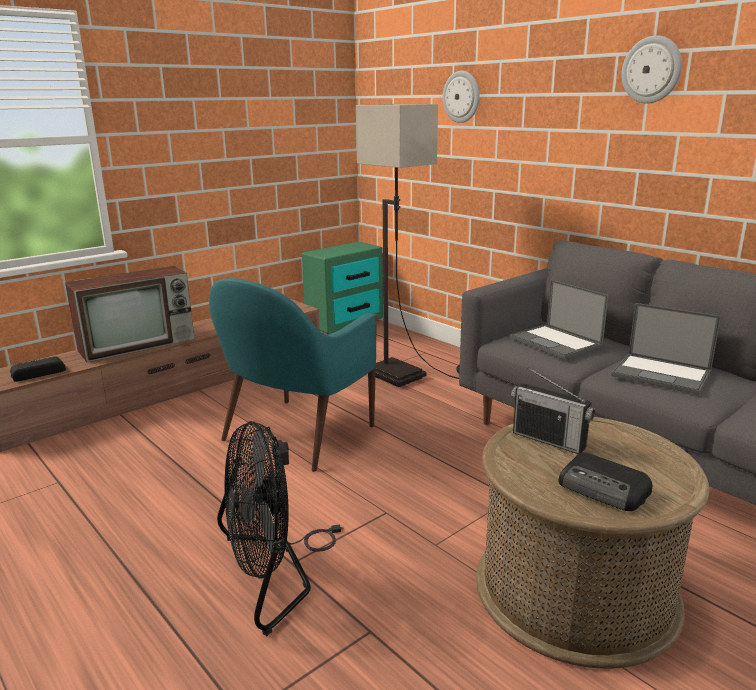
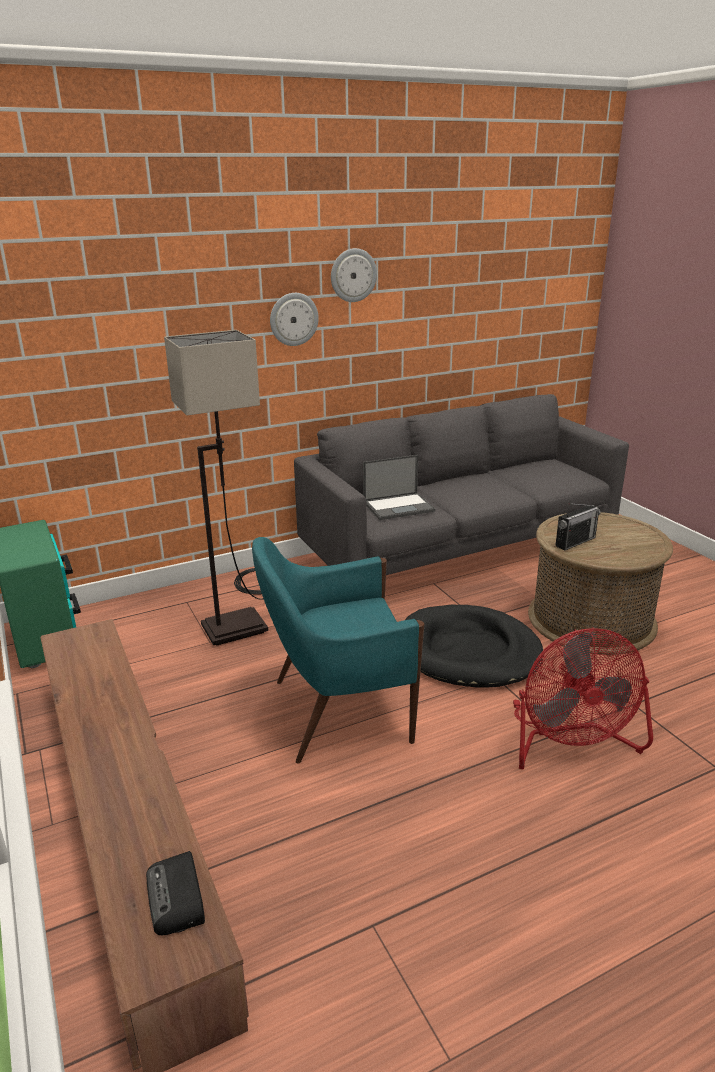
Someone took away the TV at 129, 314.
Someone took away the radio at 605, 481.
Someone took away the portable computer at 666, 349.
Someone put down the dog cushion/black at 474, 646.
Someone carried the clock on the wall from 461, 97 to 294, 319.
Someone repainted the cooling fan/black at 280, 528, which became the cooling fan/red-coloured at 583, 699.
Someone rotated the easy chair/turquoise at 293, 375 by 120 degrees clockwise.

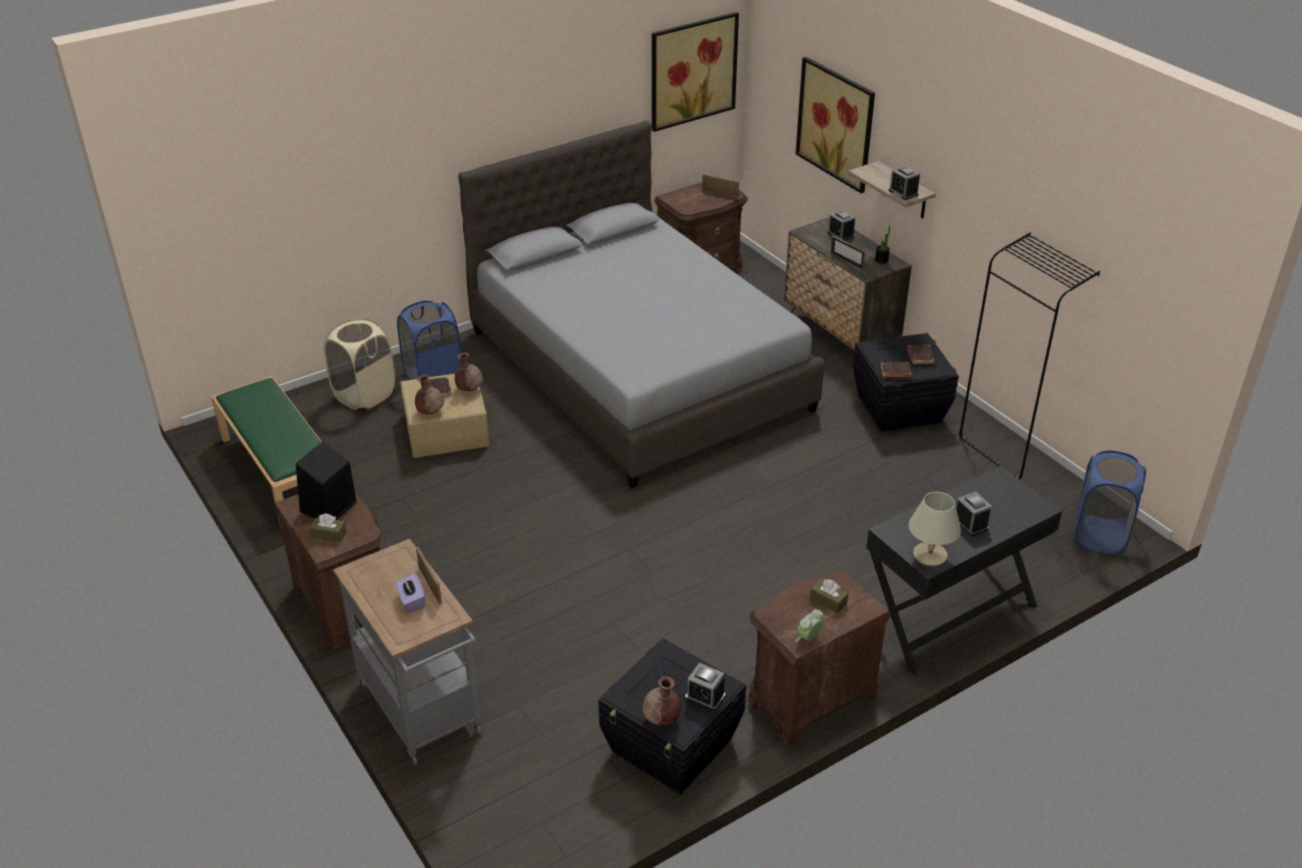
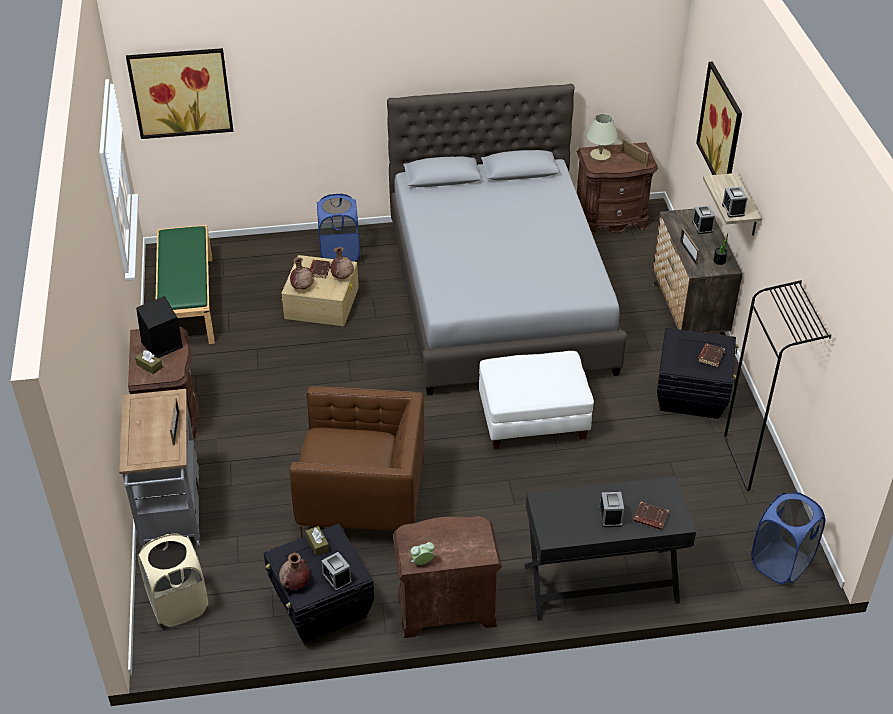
Someone took away the box of tissues/purple at 410, 592.
Someone put down the easy chair/brown at 356, 462.
Someone put down the pouffe/white at 536, 400.
Someone carried the washing basket/beige-coloured from 359, 364 to 172, 580.
Someone carried the picture from 695, 72 to 179, 93.
Someone carried the box of tissues/brown from 829, 596 to 317, 541.
Someone carried the book/brown from 896, 370 to 651, 516.
Someone carried the table lamp/beige-coloured from 935, 529 to 602, 137.

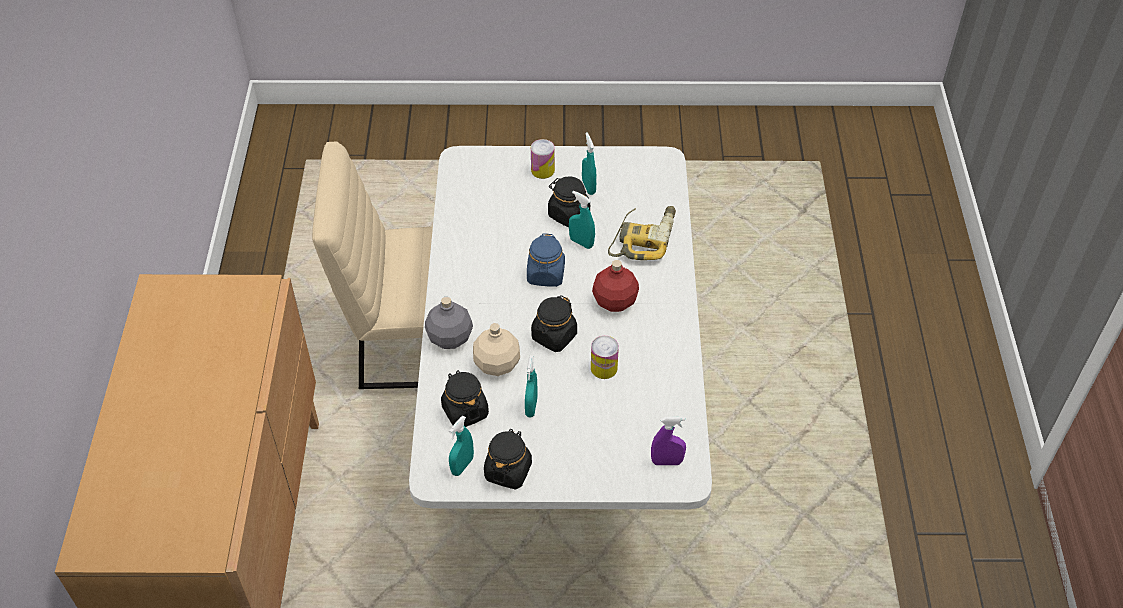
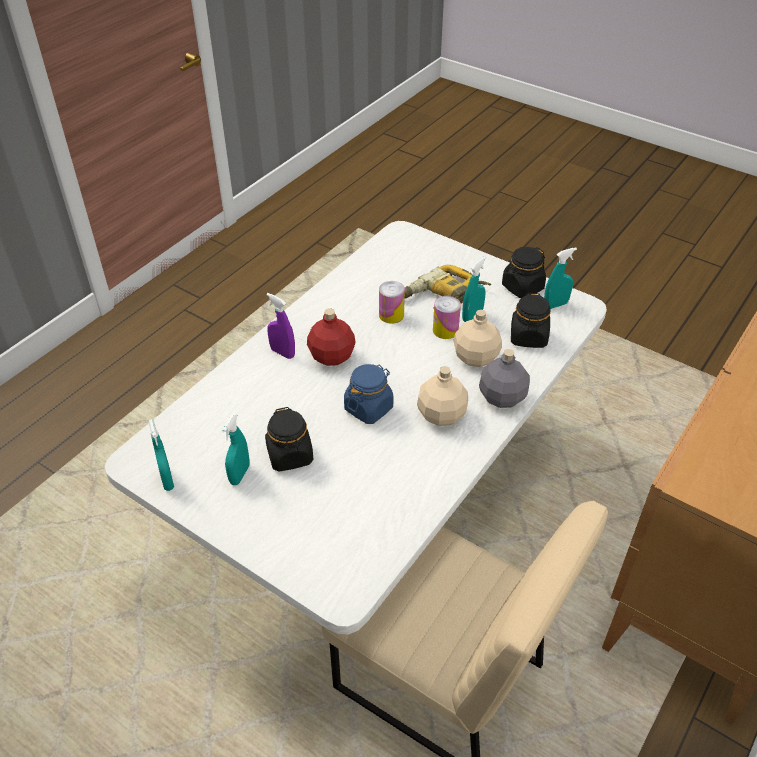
Someone took away the storage jar/black at 554, 323.
Someone put down the drink bottle/beige-coloured at 442, 396.
Someone carried the can from 543, 159 to 447, 317.
Someone carried the sprayer/turquoise from 582, 220 to 161, 455.
Someone carried the drill from 642, 233 to 448, 287.
Someone carried the sprayer/purple from 668, 441 to 280, 326.

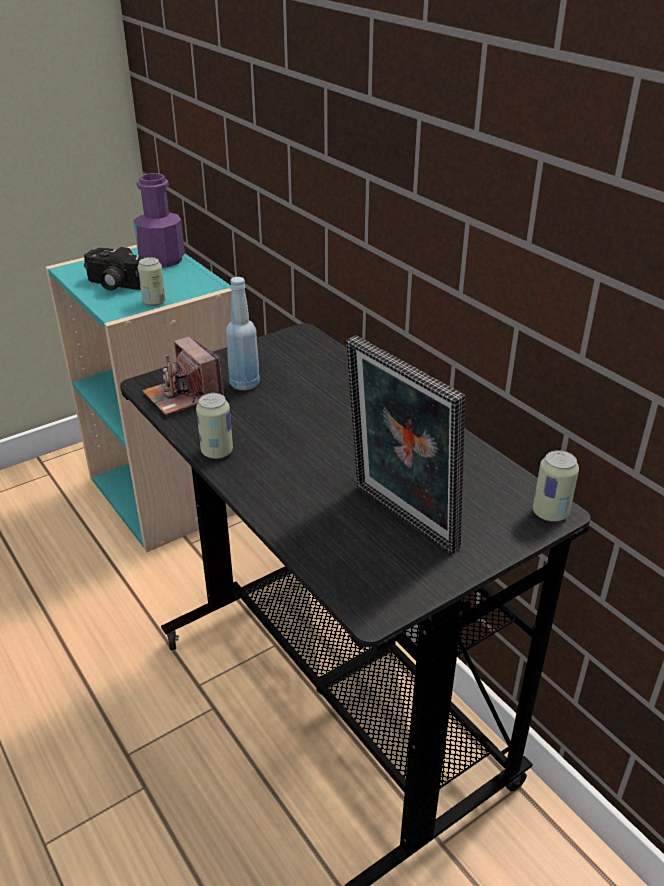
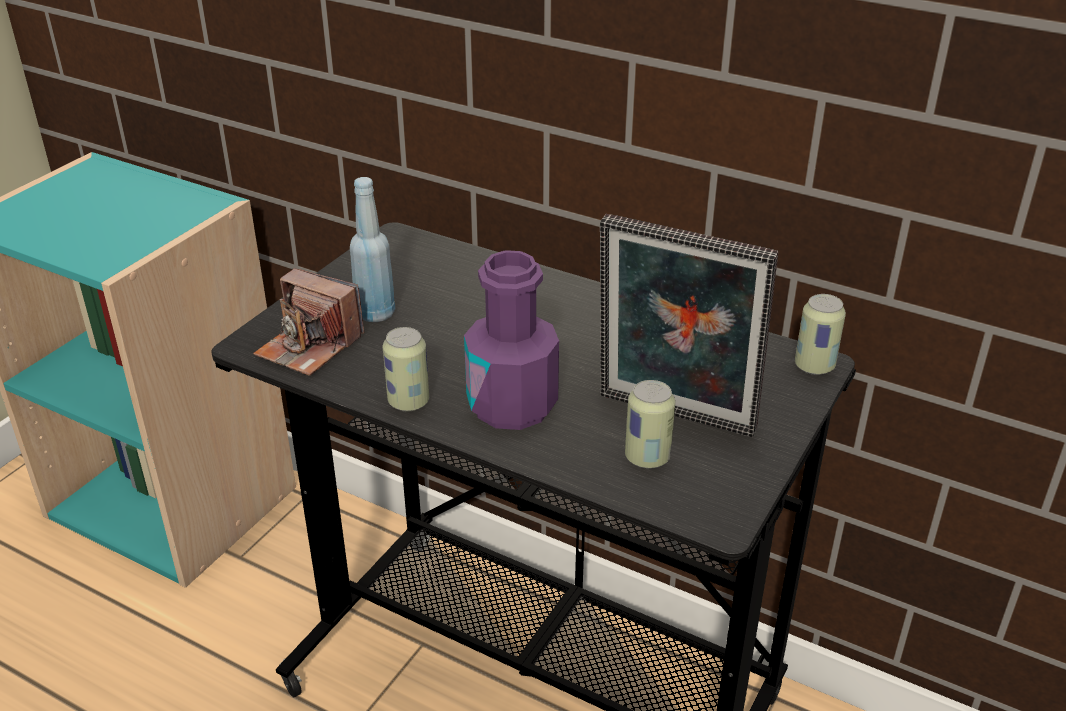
Someone took away the photo camera at 114, 269.
Someone carried the drink bottle/purple from 159, 220 to 511, 340.
Someone carried the can from 152, 281 to 650, 424.

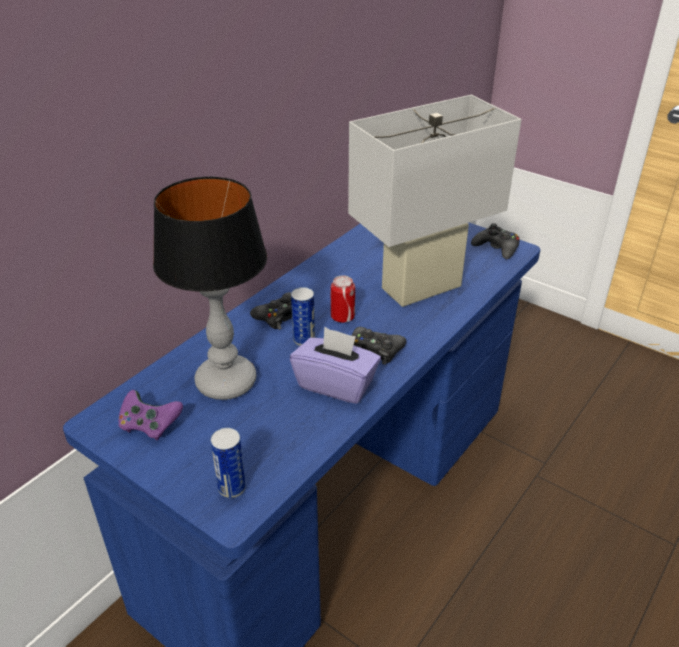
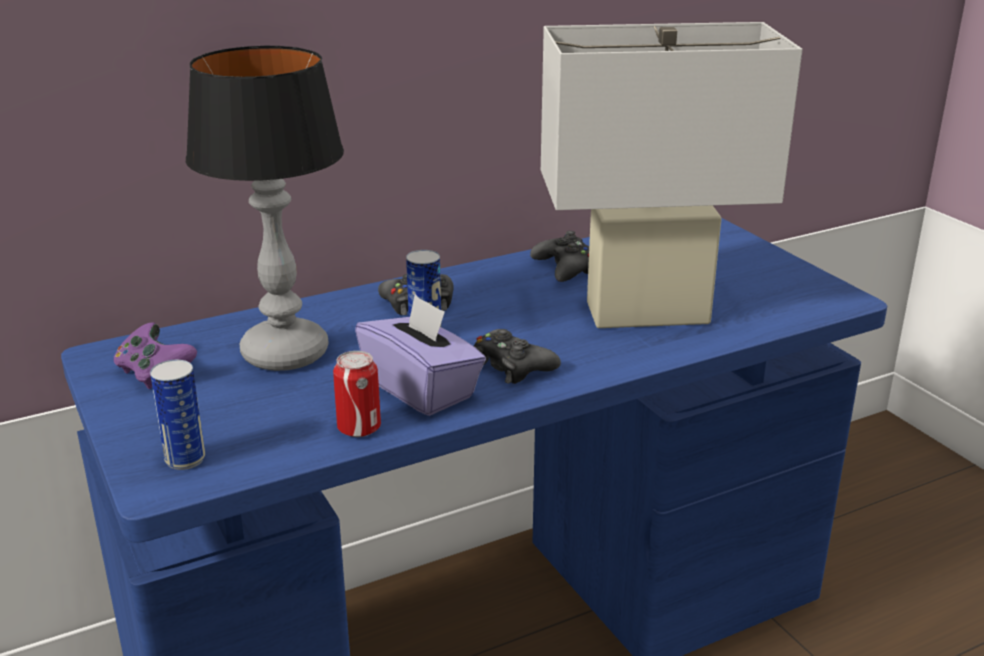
Someone carried the can from 343, 299 to 357, 394.
Someone carried the game controller/black from 495, 241 to 559, 256.

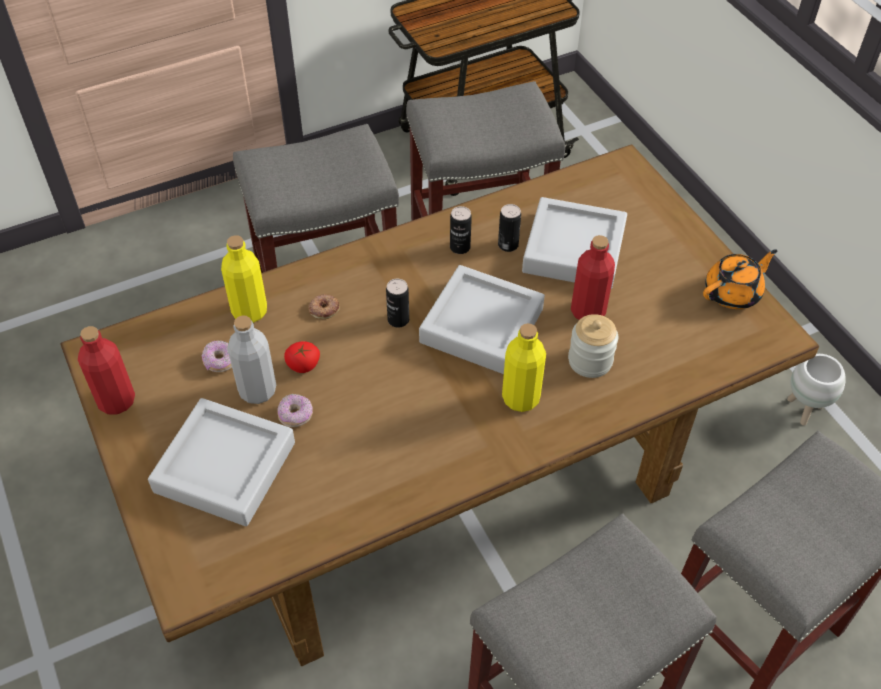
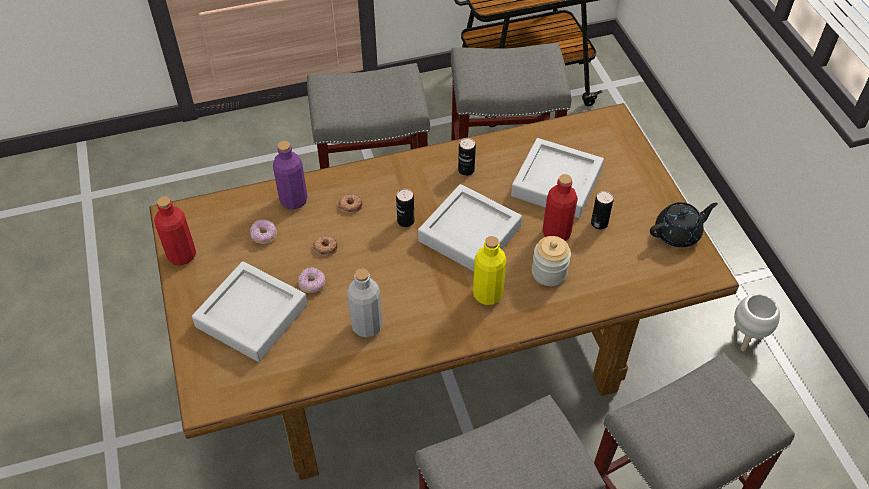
Someone carried the drink bottle/gray from 251, 359 to 365, 303.
Someone carried the can from 509, 228 to 602, 210.
Someone swapped the fresh tomato at 302, 357 for the doughnut at 325, 245.
Someone repainted the drink bottle/yellow-coloured at 244, 279, which became the drink bottle/purple at 290, 175.
Someone repainted the pot for tea/orange-coloured at 740, 279, which became the pot for tea/black at 684, 224.

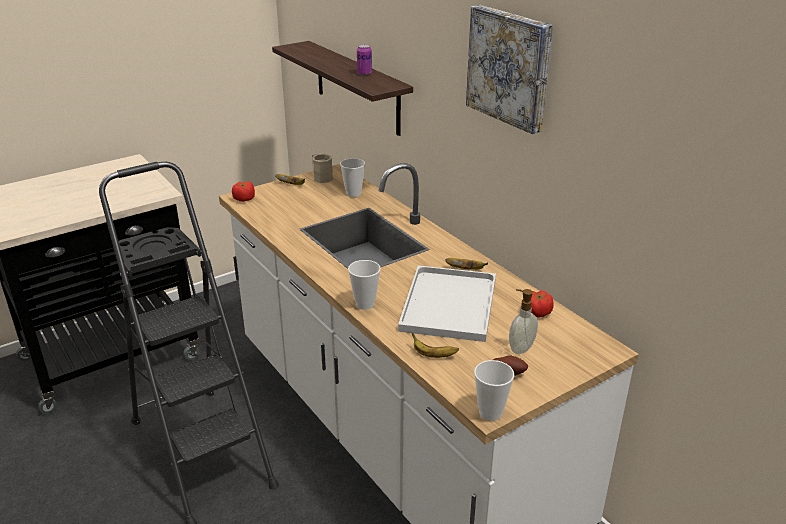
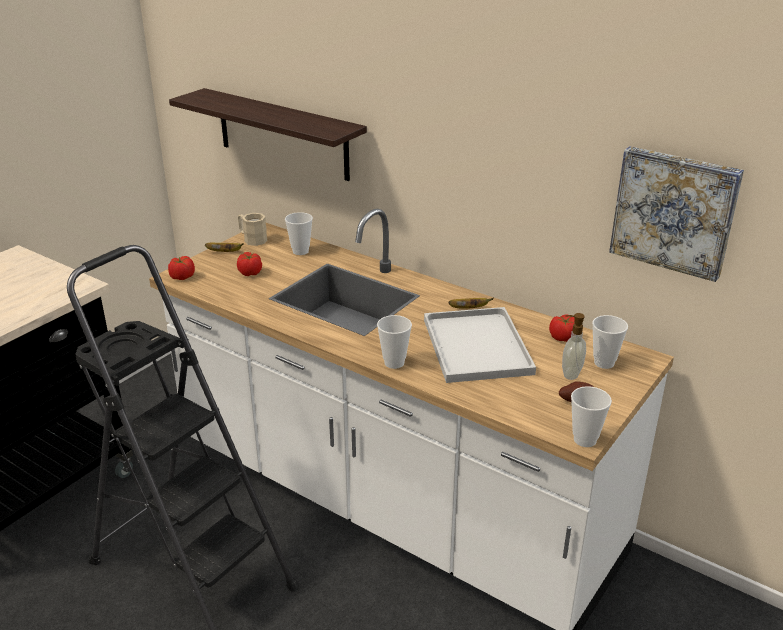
Someone took away the can at 364, 60.
Someone took away the whole banana at 435, 345.
Someone put down the fresh tomato at 249, 264.
Someone put down the cup at 610, 342.
Someone carried the picture from 509, 69 to 676, 214.

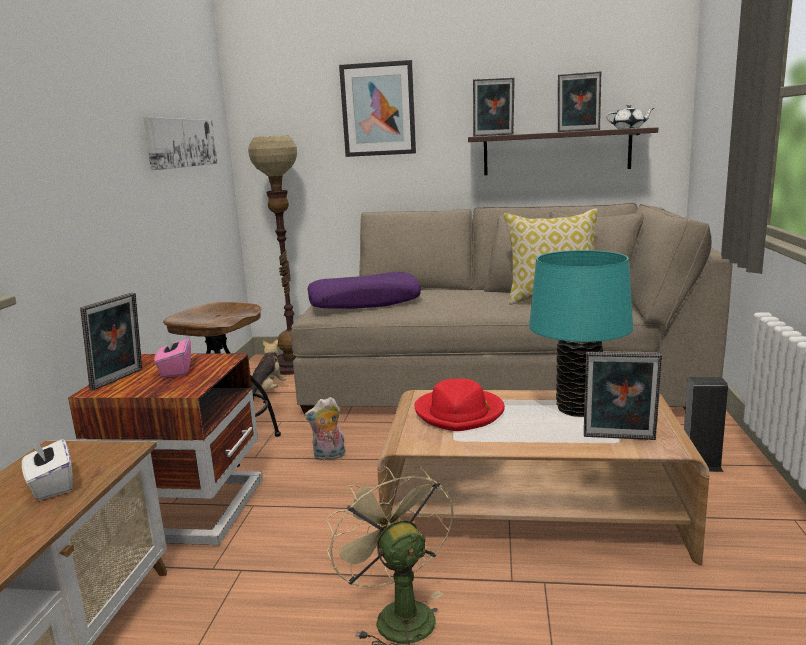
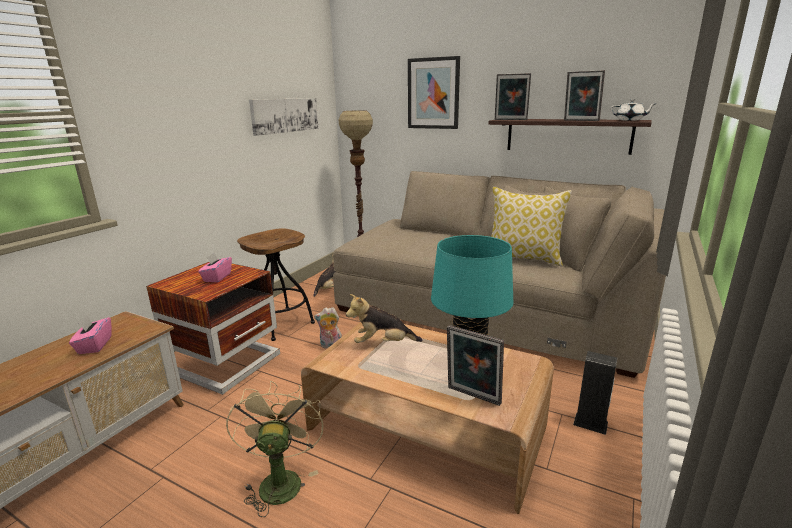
Someone took away the picture frame at 111, 342.
Someone took away the throw pillow/purple at 364, 290.
Someone swapped the hat/red-coloured at 459, 404 for the soft toy at 384, 318.
Someone repainted the box of tissues/white at 47, 468, which became the box of tissues/pink-coloured at 90, 334.

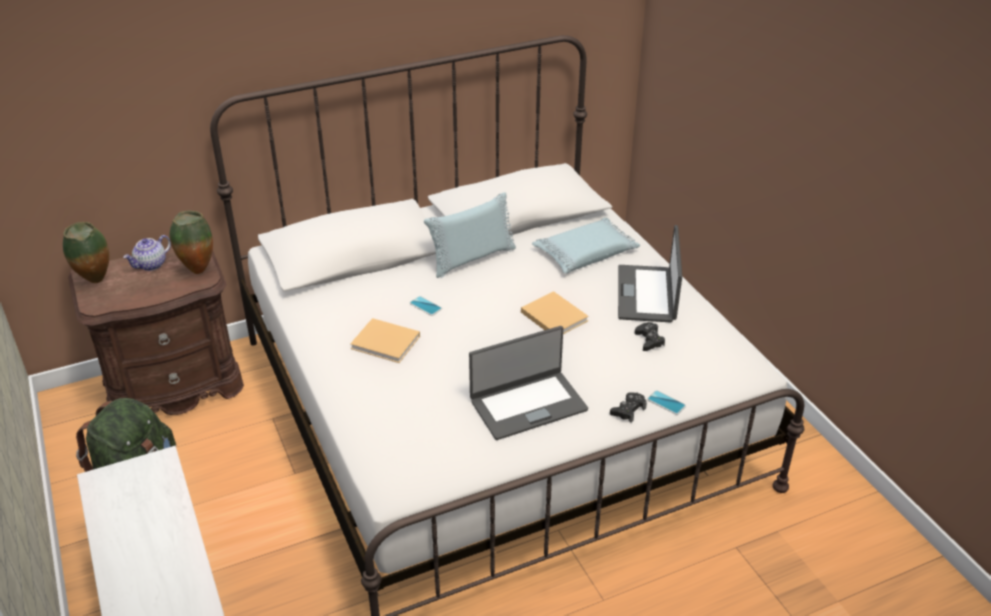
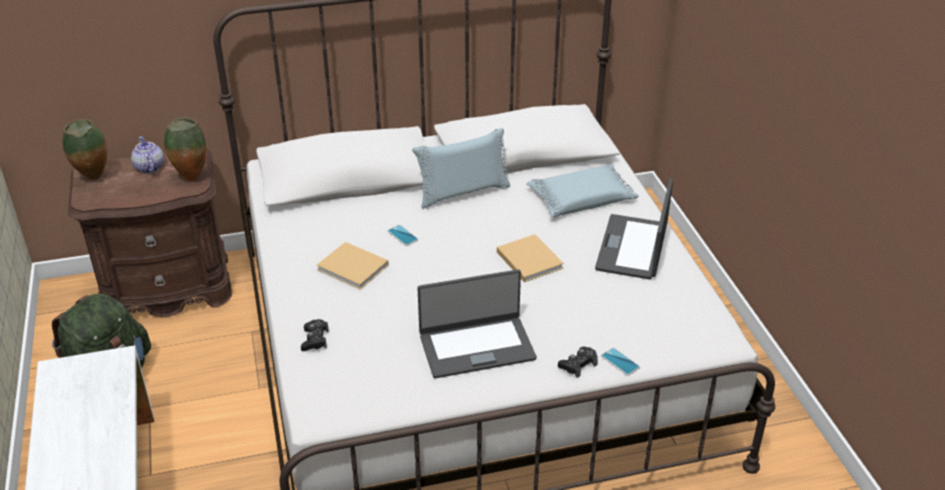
Someone carried the game controller/black from 650, 336 to 315, 335.
Someone rotated the pot for tea at 147, 253 by 105 degrees clockwise.

